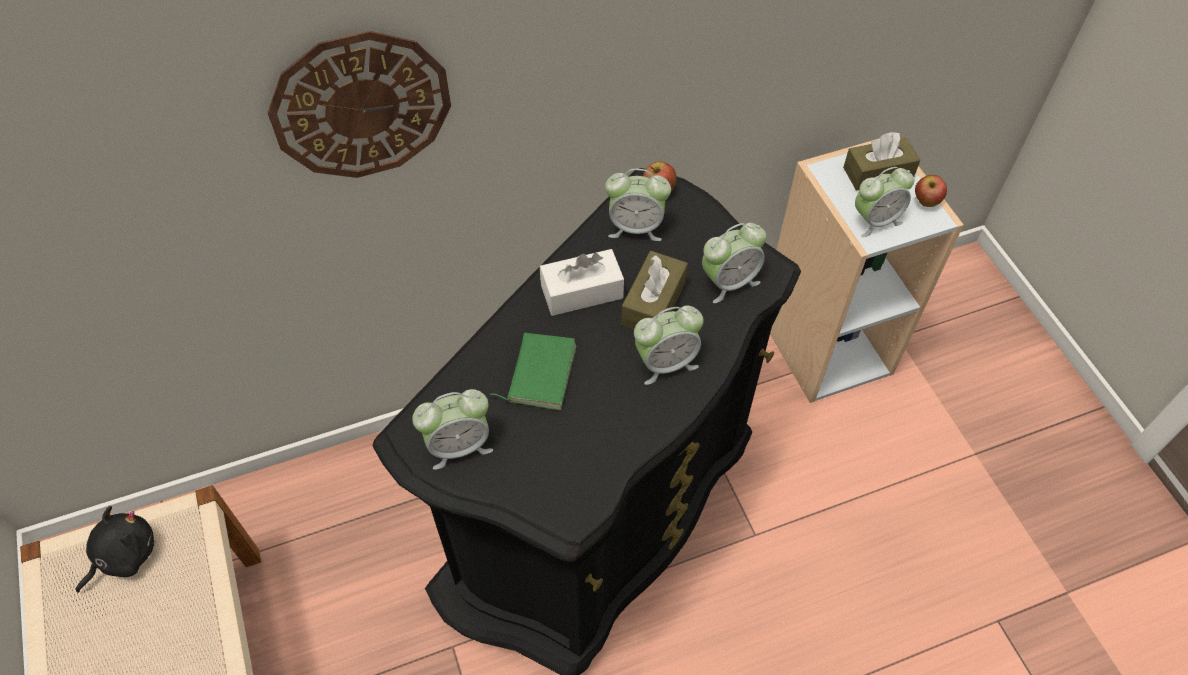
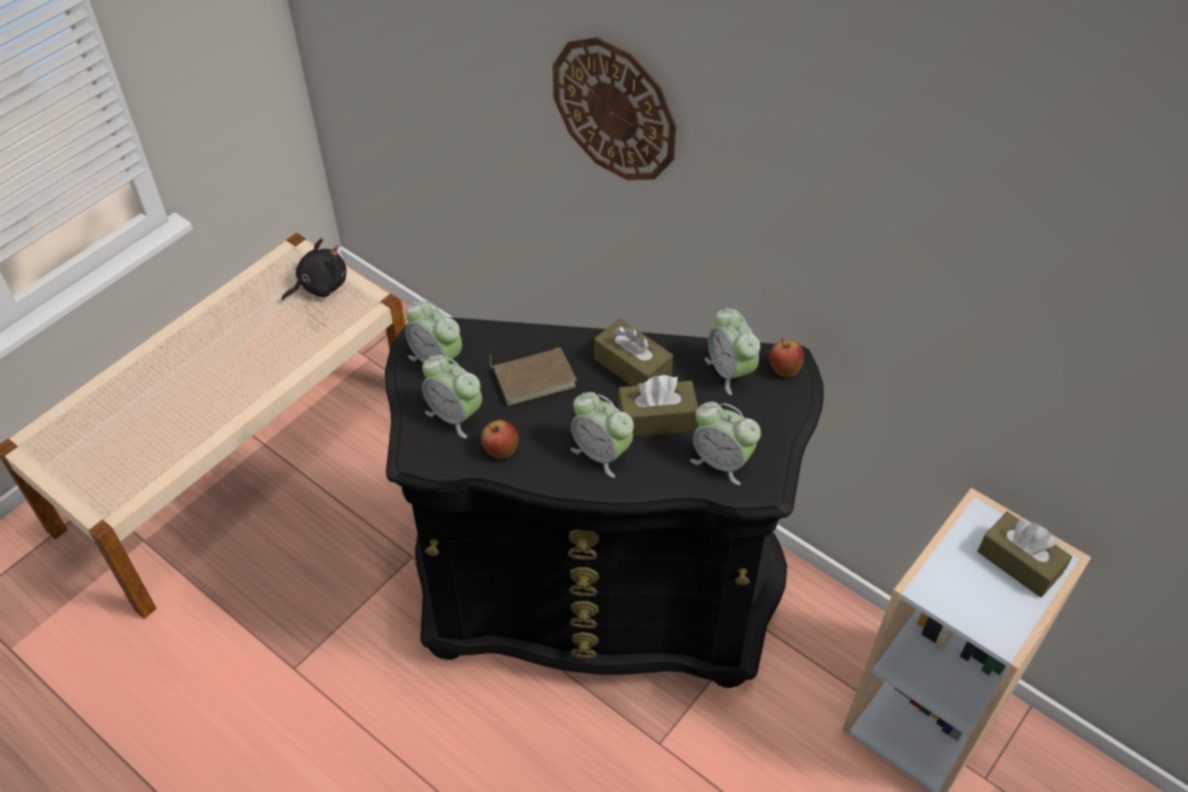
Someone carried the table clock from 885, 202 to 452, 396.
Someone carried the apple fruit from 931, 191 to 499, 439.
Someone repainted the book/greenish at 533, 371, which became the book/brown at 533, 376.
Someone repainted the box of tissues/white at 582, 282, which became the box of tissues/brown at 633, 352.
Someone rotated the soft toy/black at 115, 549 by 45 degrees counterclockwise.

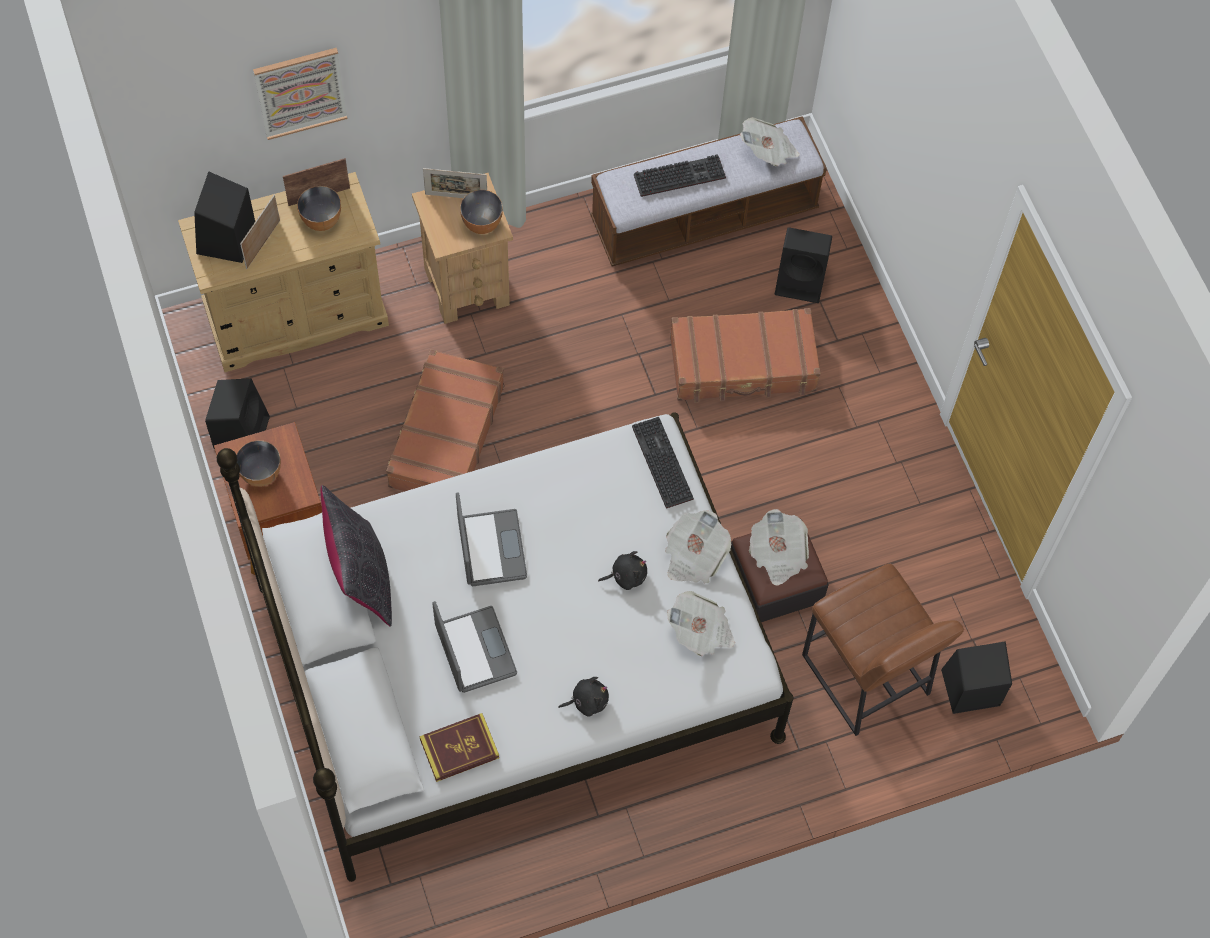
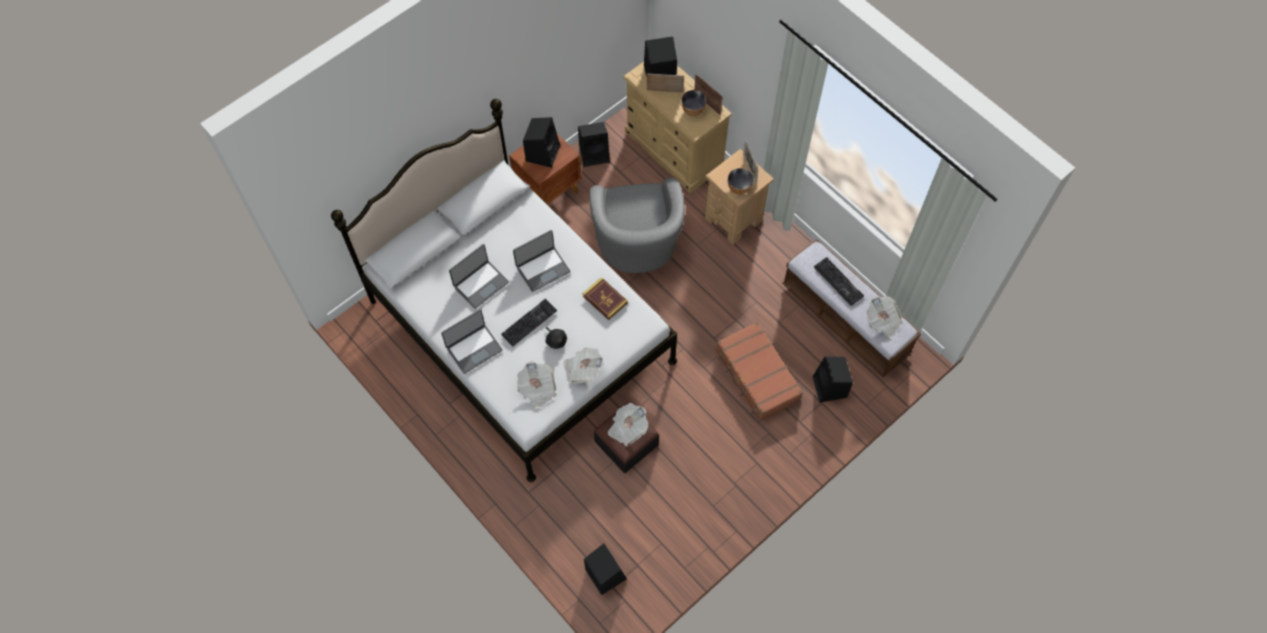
Someone took away the picture at 300, 94.
Someone took away the throw pillow/black at 356, 556.
Someone took away the chair/brown at 883, 649.
Someone carried the book from 459, 747 to 605, 298.
Someone carried the computer keyboard from 663, 463 to 529, 322.
Someone swapped the deep dish at 259, 463 for the audio speaker/black at 541, 142.
Someone swapped the suitcase/brown at 445, 420 for the easy chair/gray at 637, 225.
Someone swapped the soft toy/black at 583, 697 for the portable computer at 472, 341.

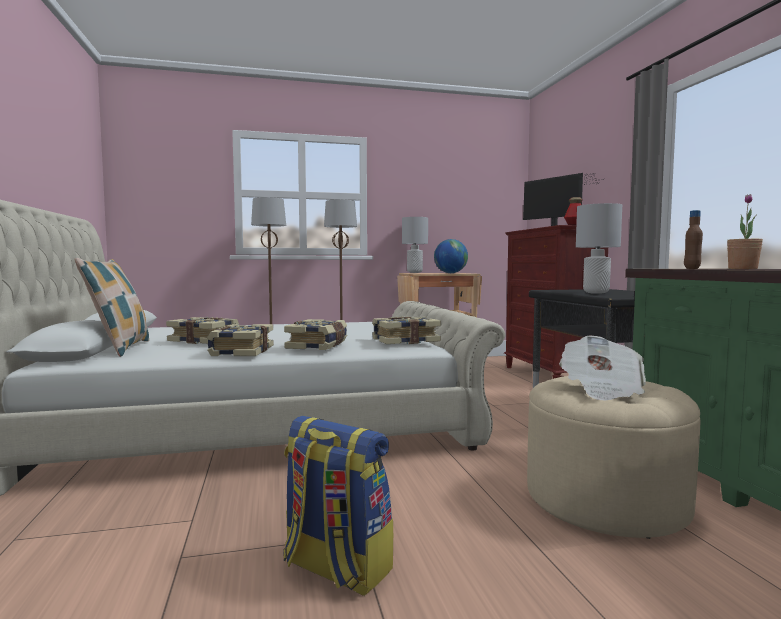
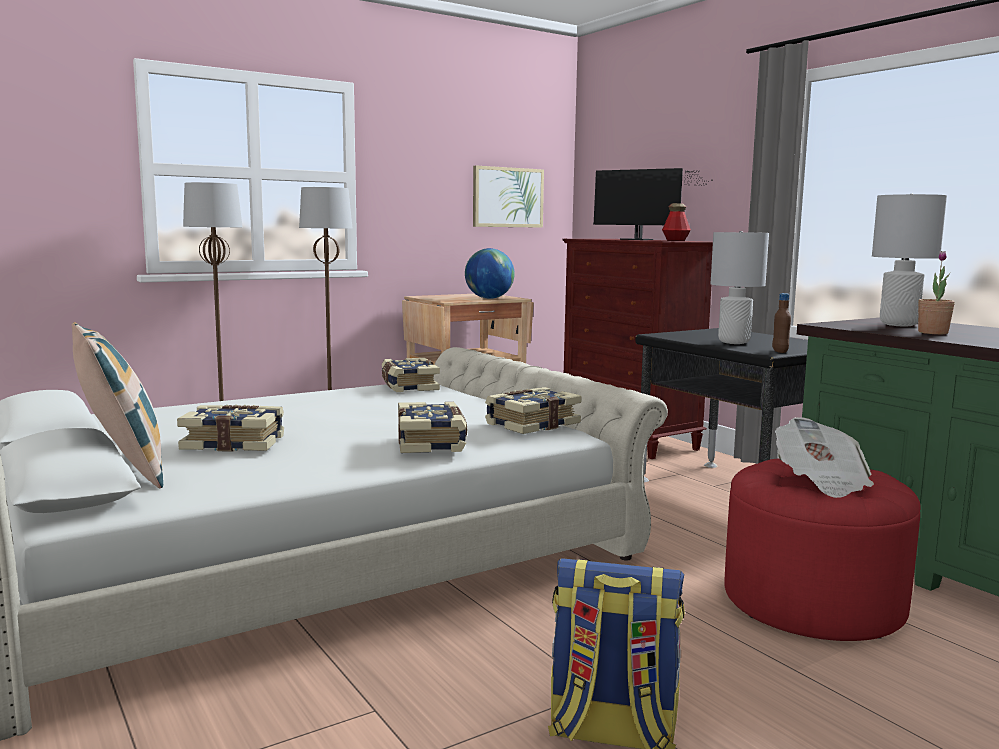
Someone put up the picture at 508, 197.
Someone carried the book from 240, 340 to 411, 375.
Someone carried the table lamp/gray from 415, 245 to 909, 260.
Someone carried the drink bottle/brown from 693, 239 to 781, 323.
Someone repainted the pouffe/beige-coloured at 613, 457, which became the pouffe/red-coloured at 822, 550.

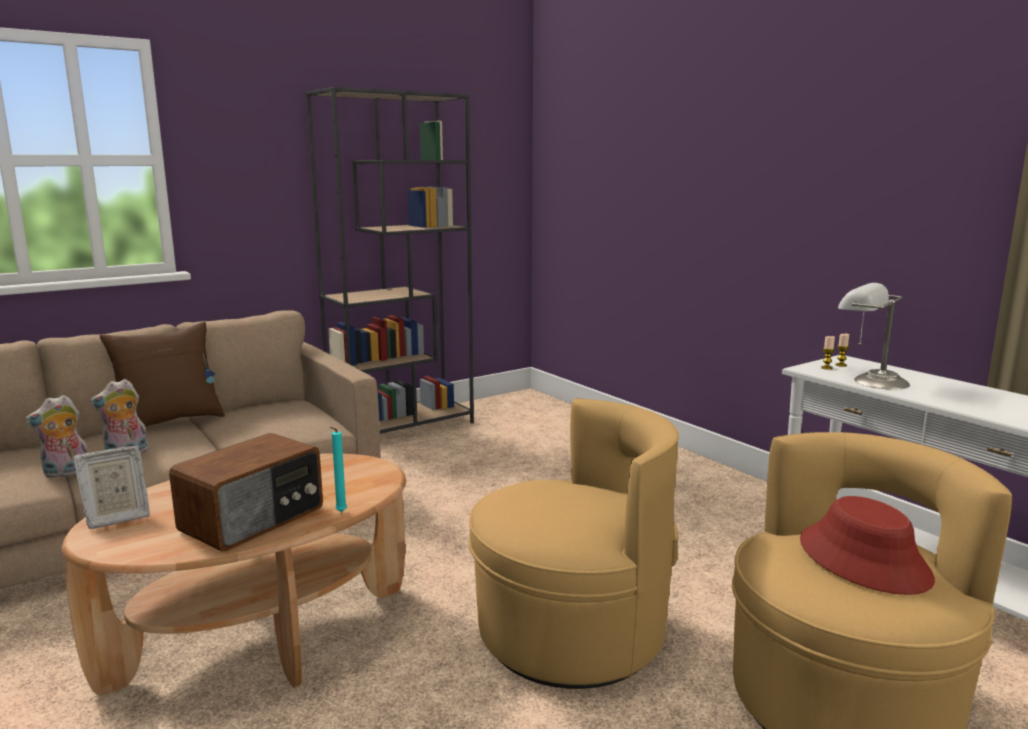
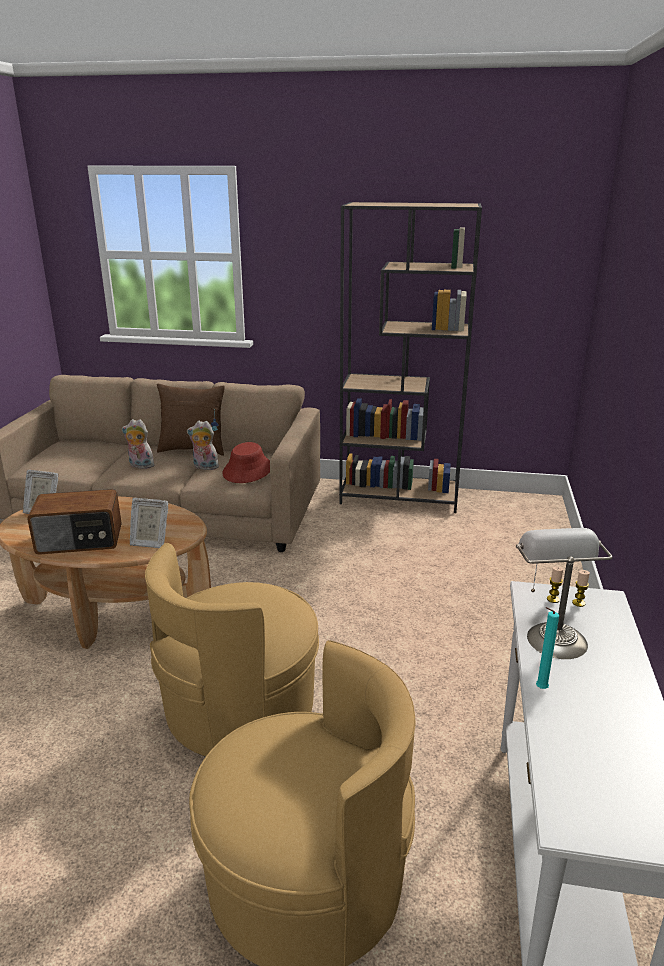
Someone put down the picture frame at 149, 523.
Someone carried the soft toy from 56, 436 to 203, 445.
Someone carried the wax light/turquoise from 338, 469 to 547, 648.
Someone carried the hat/red-coloured from 867, 545 to 246, 462.
Someone rotated the easy chair/beige-coloured at 574, 543 by 105 degrees clockwise.

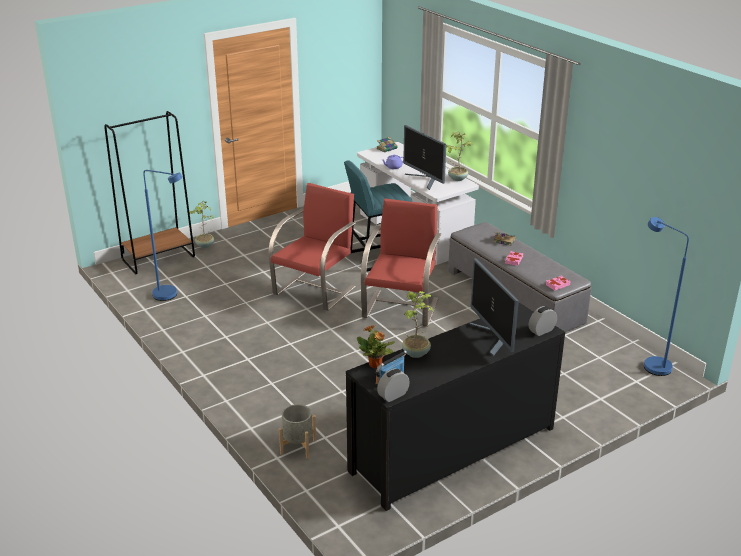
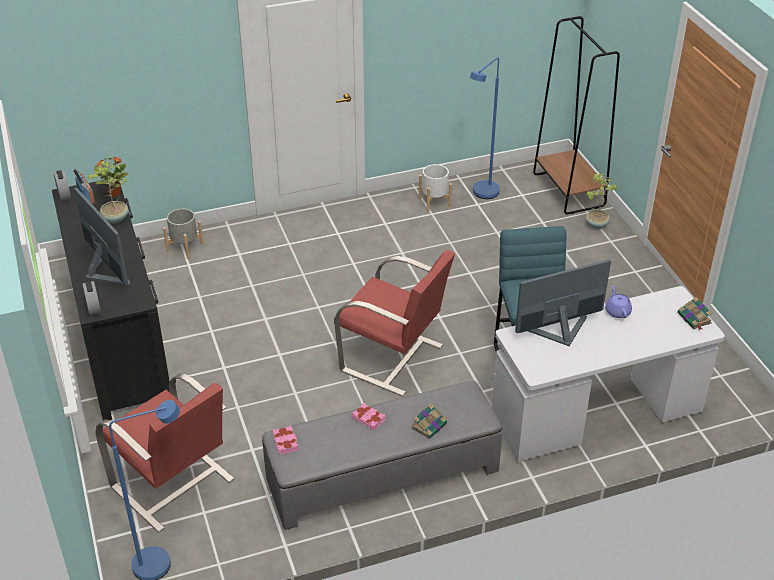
Someone took away the houseplant at 459, 156.
Someone put down the plant pot/white at 435, 188.
Someone carried the easy chair/red-coloured from 312, 247 to 165, 453.
Someone rotated the monitor at 494, 307 by 60 degrees clockwise.

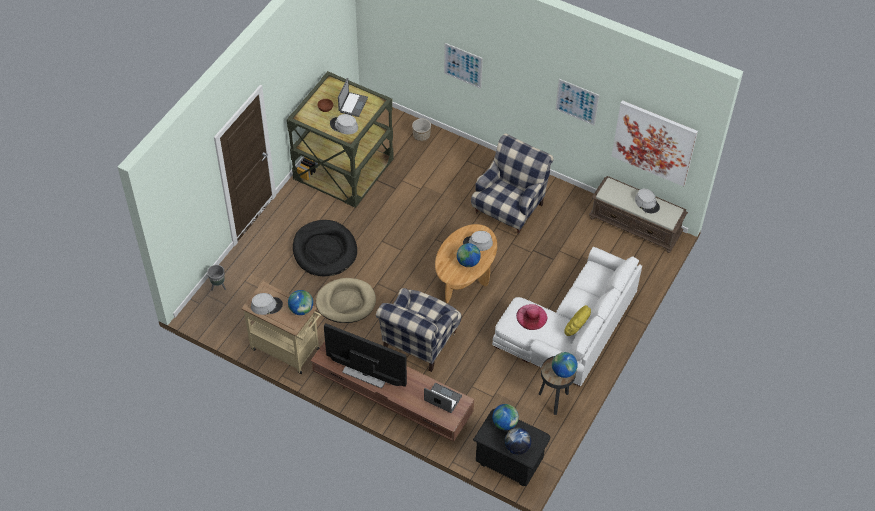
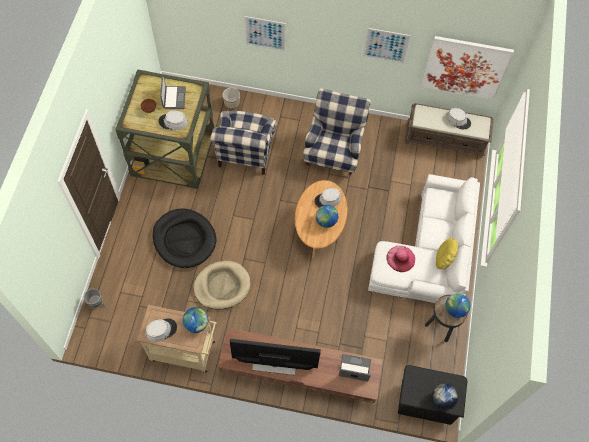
Someone took away the world globe at 505, 417.
Someone carried the easy chair from 419, 330 to 243, 143.

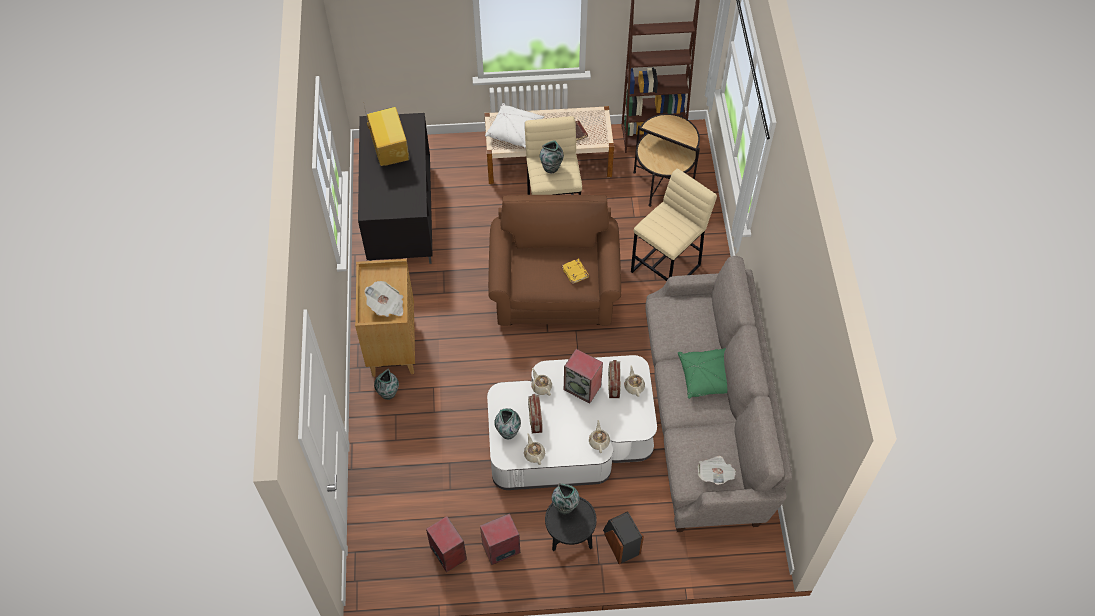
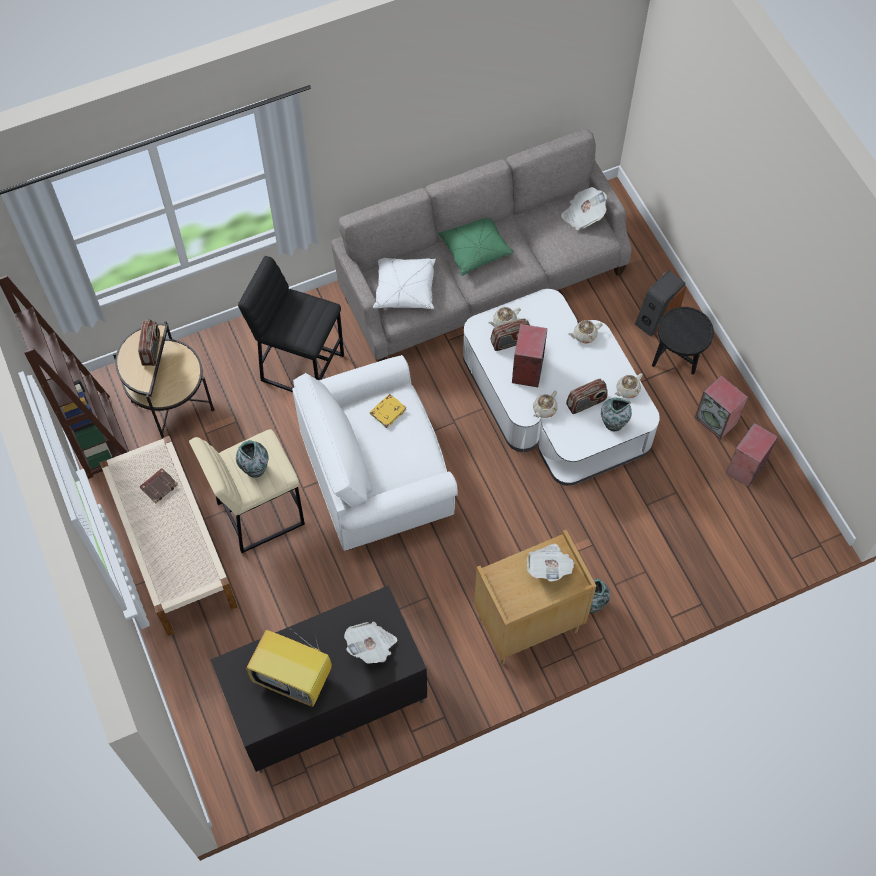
Someone took away the vase at 565, 498.
Someone put down the radio at 149, 343.
Someone put down the printed paper at 370, 642.
Someone carried the throw pillow/white from 515, 125 to 404, 283.
Someone repainted the easy chair/brown at 554, 260, which became the easy chair/white at 375, 453.
Someone repainted the stool seat/beige-coloured at 674, 225, which became the stool seat/black at 291, 324.
Someone rotated the TV at 386, 133 by 120 degrees counterclockwise.

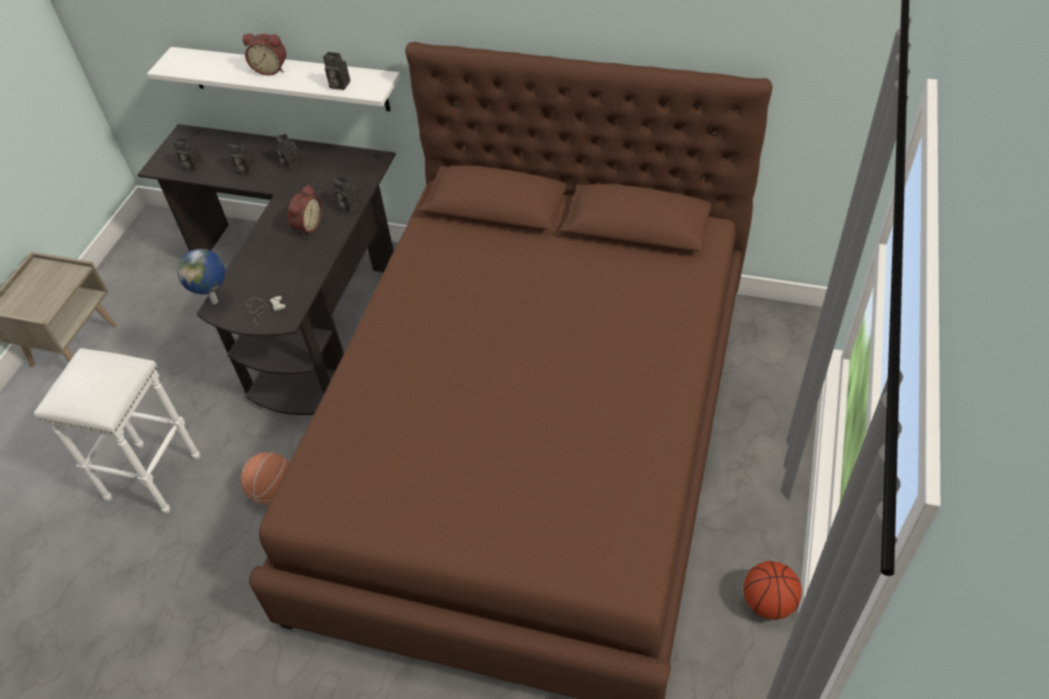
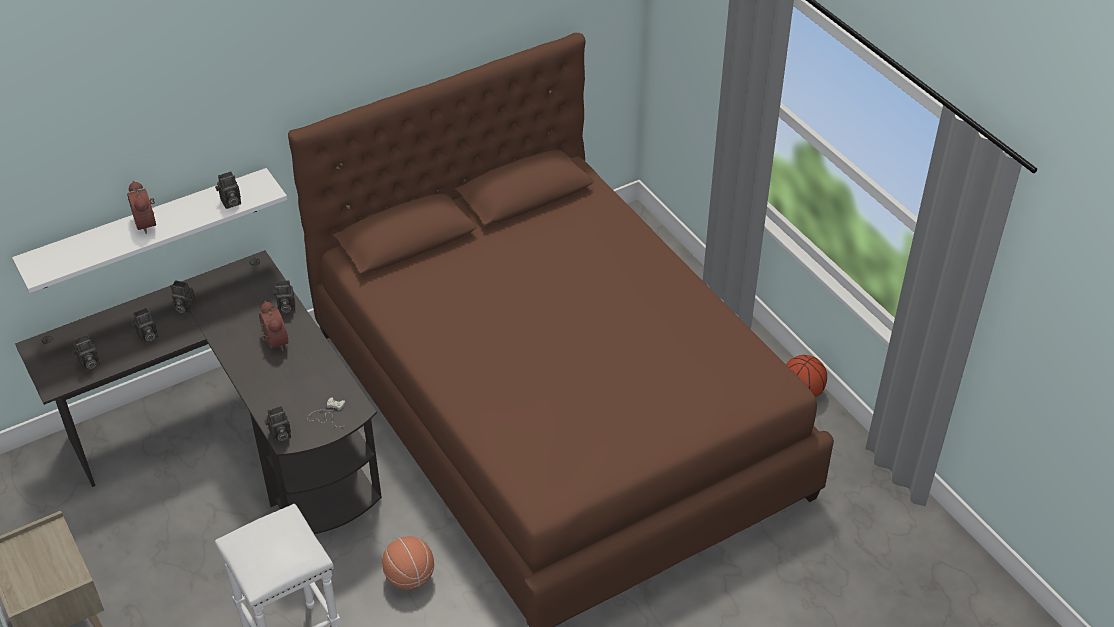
Someone swapped the world globe at 201, 277 for the photo camera at 277, 424.
Someone rotated the table clock at 264, 55 by 105 degrees clockwise.

